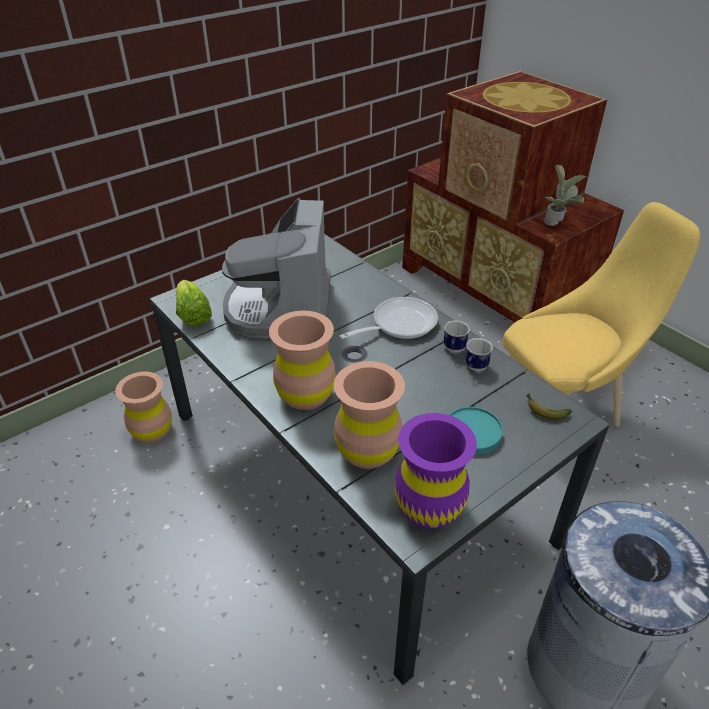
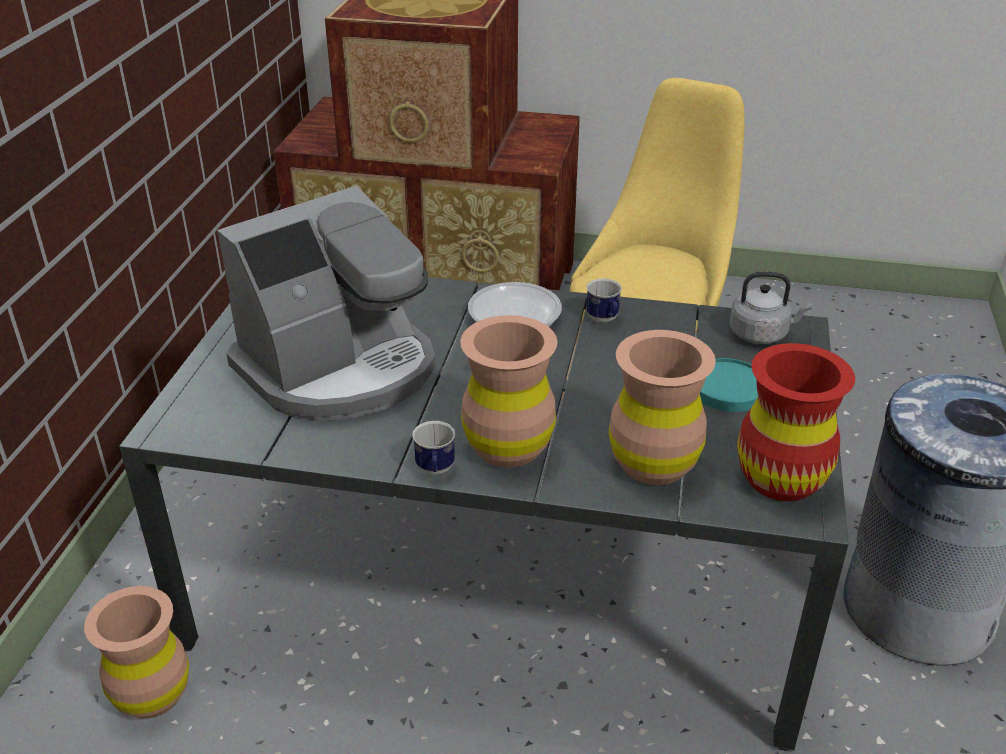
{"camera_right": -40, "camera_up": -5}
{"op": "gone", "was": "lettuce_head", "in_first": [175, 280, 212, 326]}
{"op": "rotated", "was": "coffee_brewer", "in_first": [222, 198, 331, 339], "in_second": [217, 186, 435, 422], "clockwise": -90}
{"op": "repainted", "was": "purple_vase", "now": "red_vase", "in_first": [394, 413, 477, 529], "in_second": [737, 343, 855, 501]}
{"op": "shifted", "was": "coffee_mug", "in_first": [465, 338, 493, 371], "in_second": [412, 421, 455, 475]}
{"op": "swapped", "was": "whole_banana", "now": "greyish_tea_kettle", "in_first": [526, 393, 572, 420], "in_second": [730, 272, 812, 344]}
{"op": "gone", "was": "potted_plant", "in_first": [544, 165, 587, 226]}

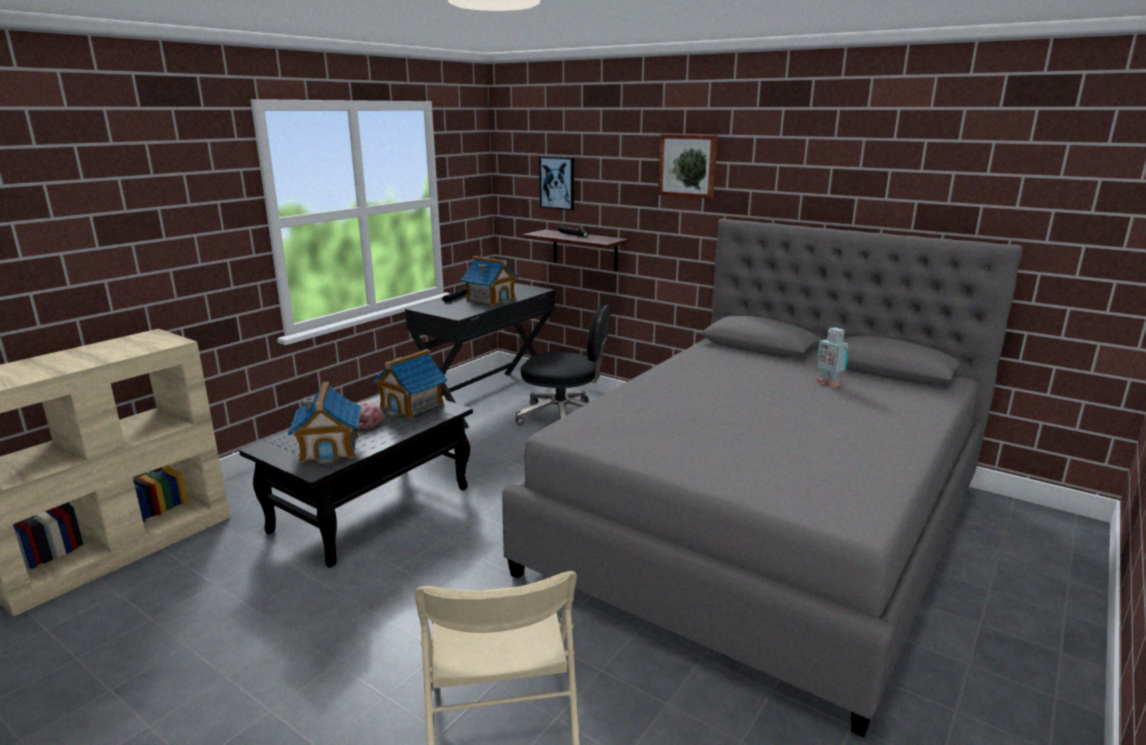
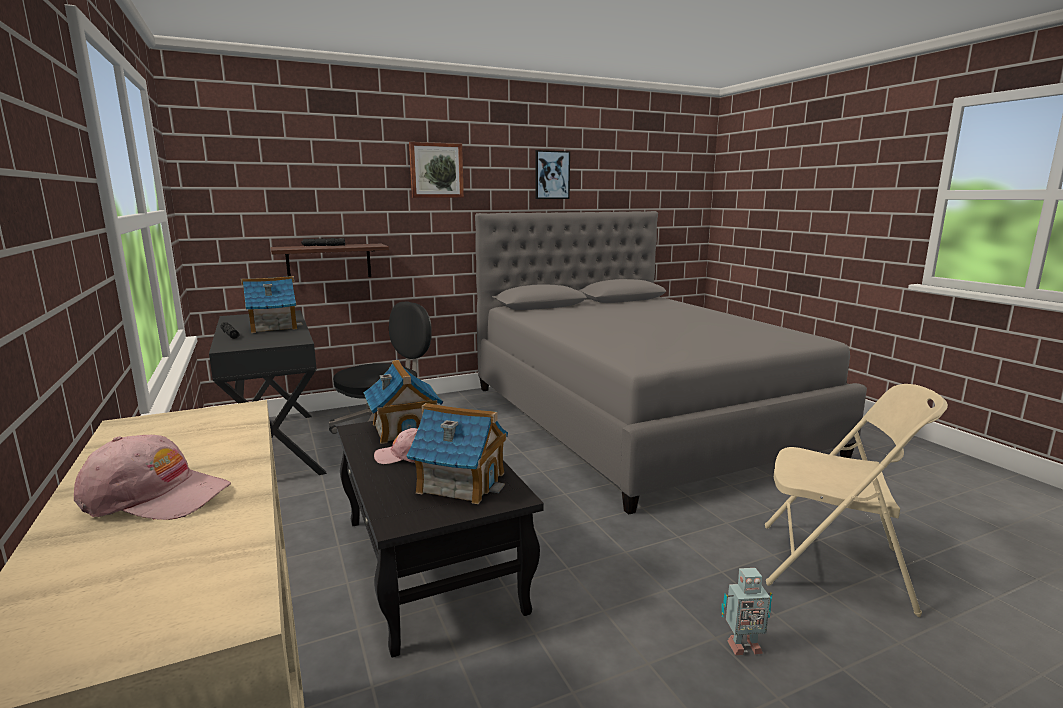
{"camera_right": -60, "camera_up": -5}
{"op": "shifted", "was": "wall_picture", "in_first": [539, 156, 574, 210], "in_second": [535, 150, 570, 199]}
{"op": "shifted", "was": "robot_figure", "in_first": [816, 327, 848, 388], "in_second": [722, 568, 773, 655]}
{"op": "new", "now": "pinkish_cap", "in_second": [74, 435, 231, 520]}

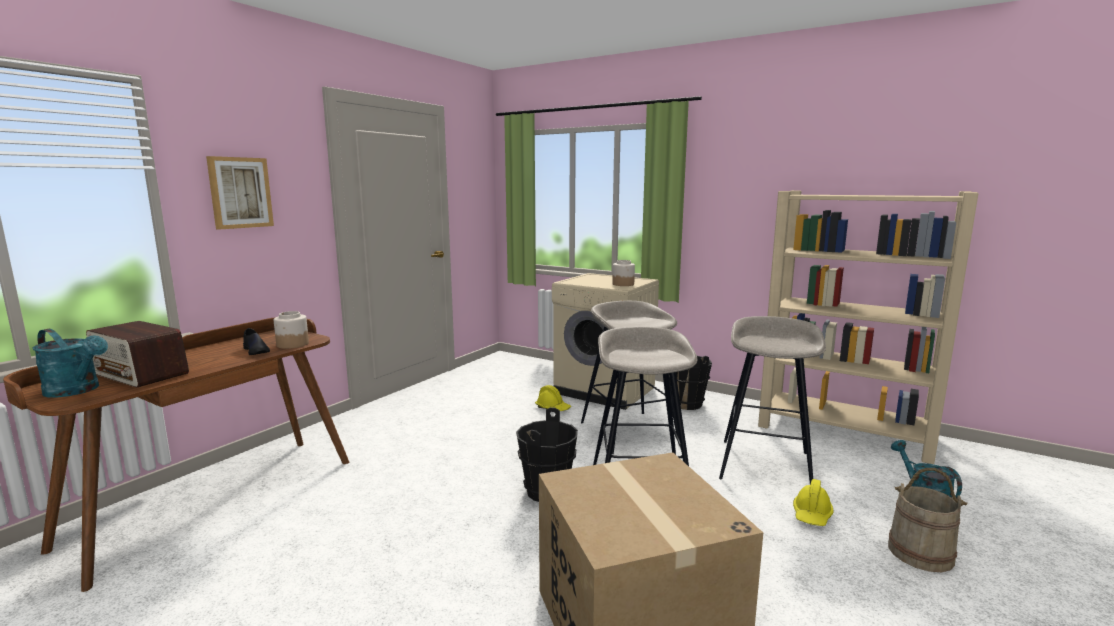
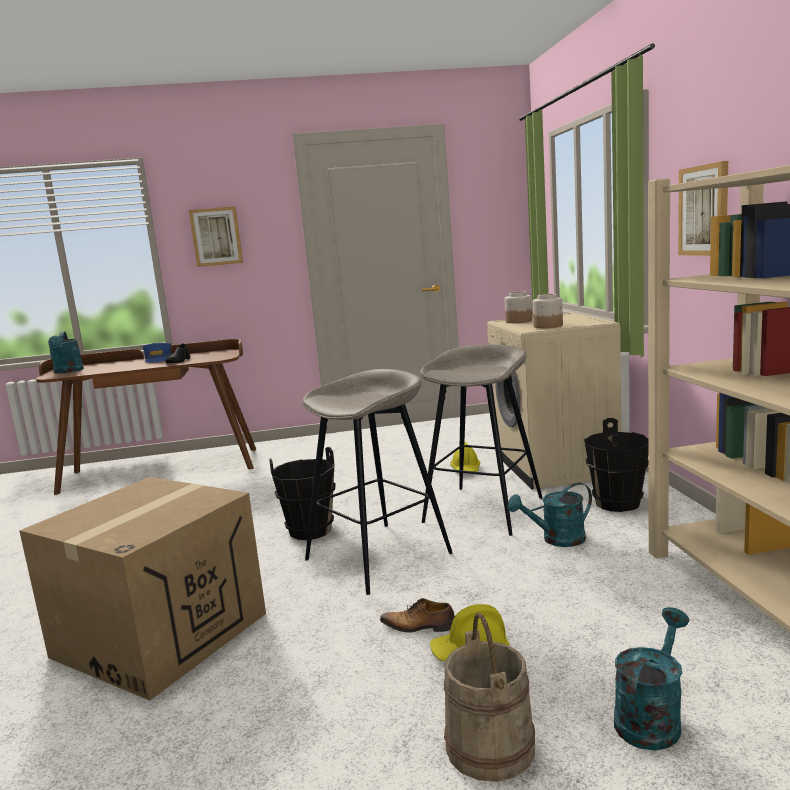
{"camera_right": 50, "camera_up": 0}
{"op": "gone", "was": "radio_receiver", "in_first": [86, 321, 189, 388]}
{"op": "shifted", "was": "preserve_jar", "in_first": [274, 311, 309, 349], "in_second": [505, 292, 532, 323]}
{"op": "gone", "was": "greyish_stool_seat", "in_first": [719, 316, 826, 485]}
{"op": "new", "now": "blue_cap", "in_second": [143, 343, 172, 363]}
{"op": "new", "now": "item_of_footwear", "in_second": [380, 598, 454, 632]}
{"op": "new", "now": "turquoise_watering_pot", "in_second": [508, 483, 592, 547]}
{"op": "new", "now": "wall_picture", "in_second": [678, 161, 728, 256]}

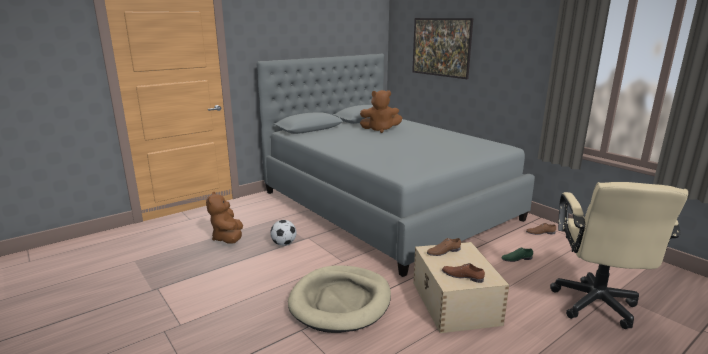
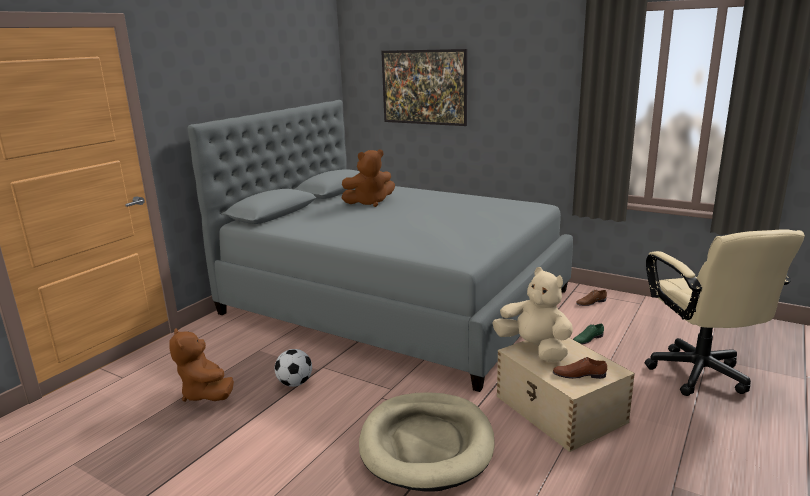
{"camera_right": -20, "camera_up": 0}
{"op": "swapped", "was": "brownish_item_of_footwear", "now": "beige_cuddly_toy", "in_first": [427, 238, 461, 256], "in_second": [492, 267, 573, 362]}

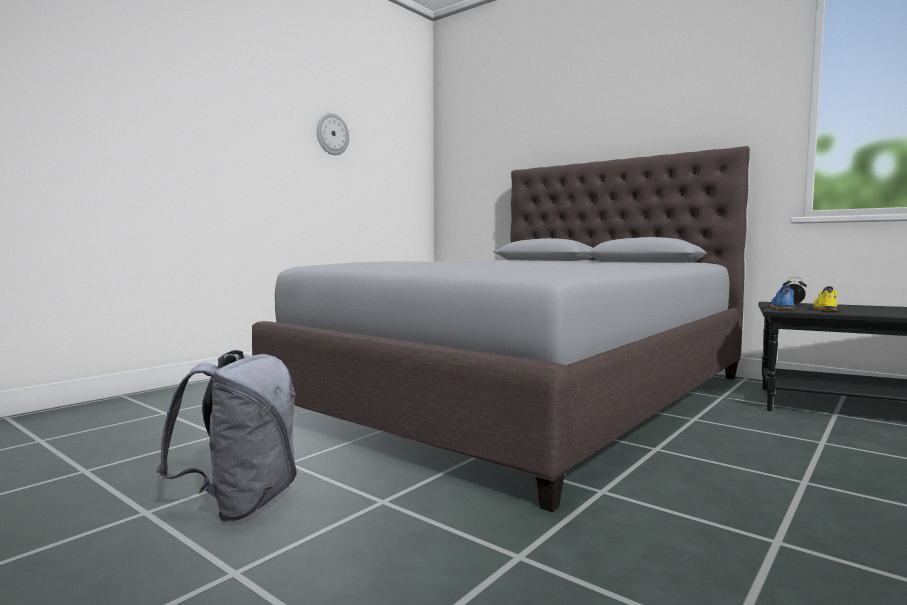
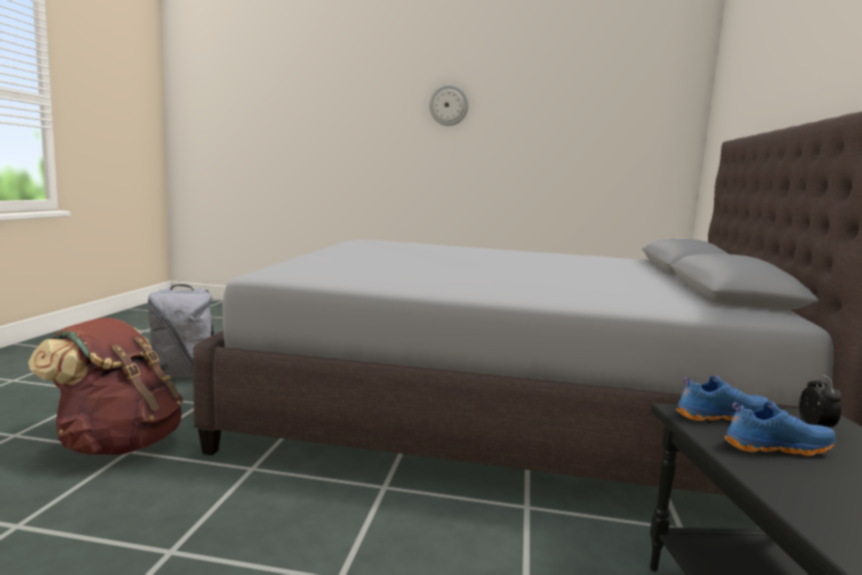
{"camera_right": 60, "camera_up": 5}
{"op": "shifted", "was": "clock_on_the_wall", "in_first": [317, 113, 349, 155], "in_second": [429, 85, 469, 126]}
{"op": "repainted", "was": "yellow-coloured_item_of_footwear", "now": "blue_item_of_footwear", "in_first": [813, 286, 838, 311], "in_second": [724, 401, 836, 456]}
{"op": "new", "now": "brownish_rucksack", "in_second": [28, 317, 183, 455]}

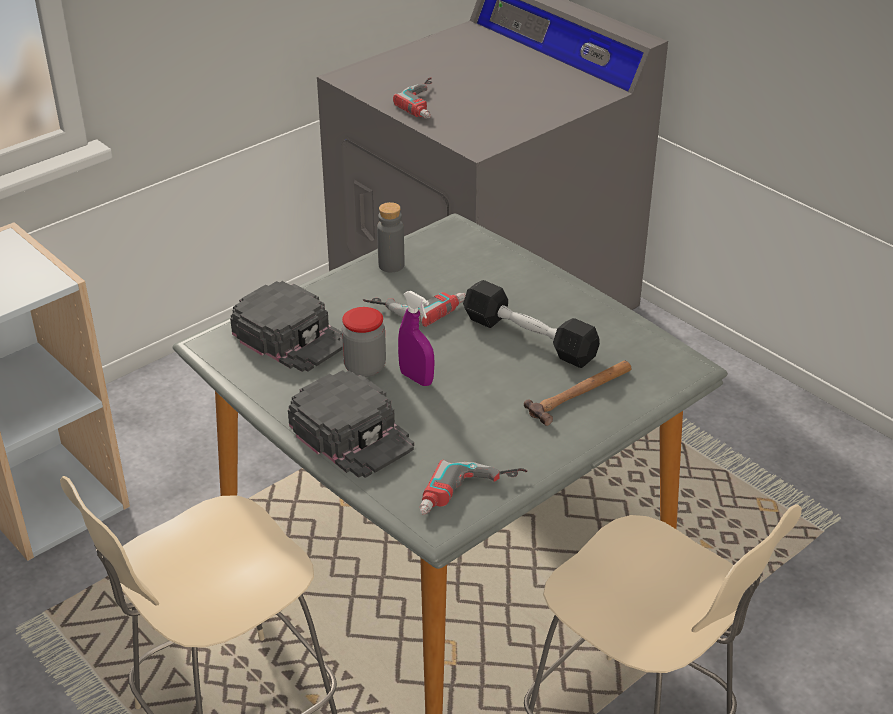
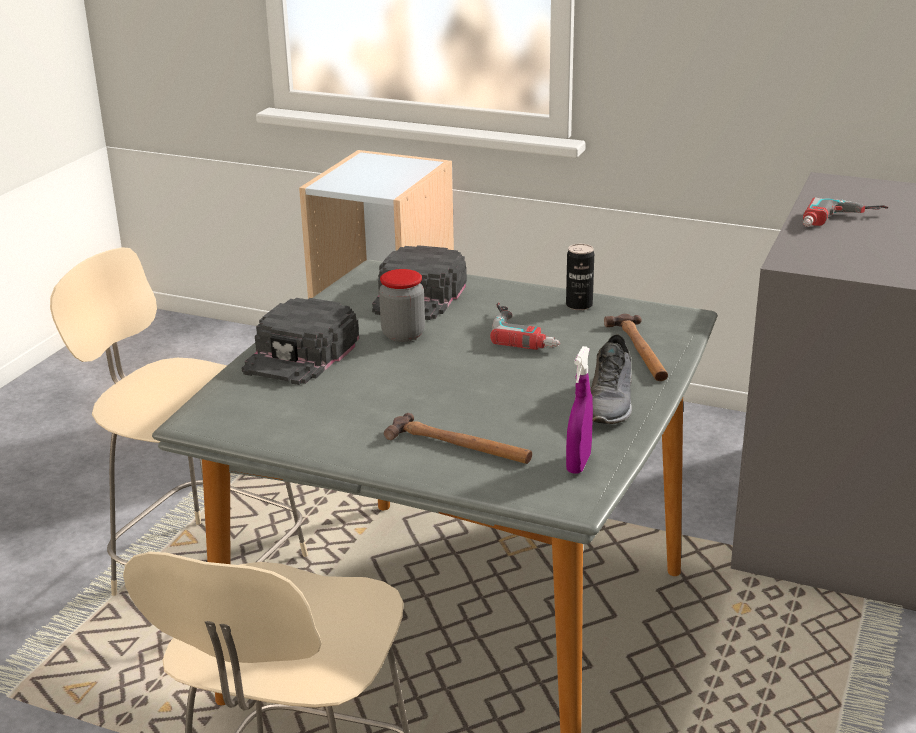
{"camera_right": 65, "camera_up": -10}
{"op": "swapped", "was": "greyish_beverage_bottle", "now": "can", "in_first": [377, 202, 404, 272], "in_second": [566, 244, 594, 310]}
{"op": "shifted", "was": "purple_hand_sprayer", "in_first": [398, 291, 434, 386], "in_second": [566, 346, 593, 474]}
{"op": "gone", "was": "electric_drill", "in_first": [419, 460, 528, 515]}
{"op": "gone", "was": "black-coloured_free_weight", "in_first": [463, 280, 600, 368]}
{"op": "new", "now": "greyish_item_of_footwear", "in_second": [590, 334, 632, 424]}
{"op": "new", "now": "hammer", "in_second": [604, 314, 668, 381]}

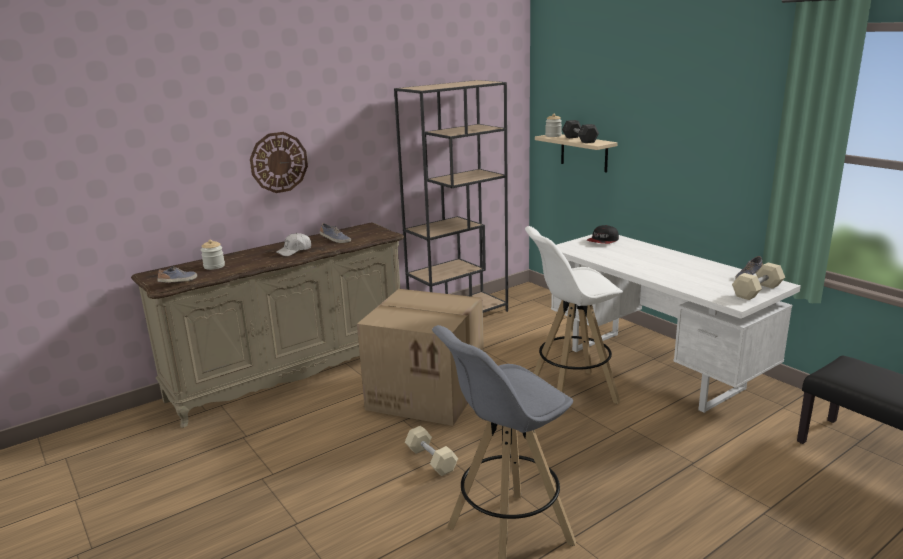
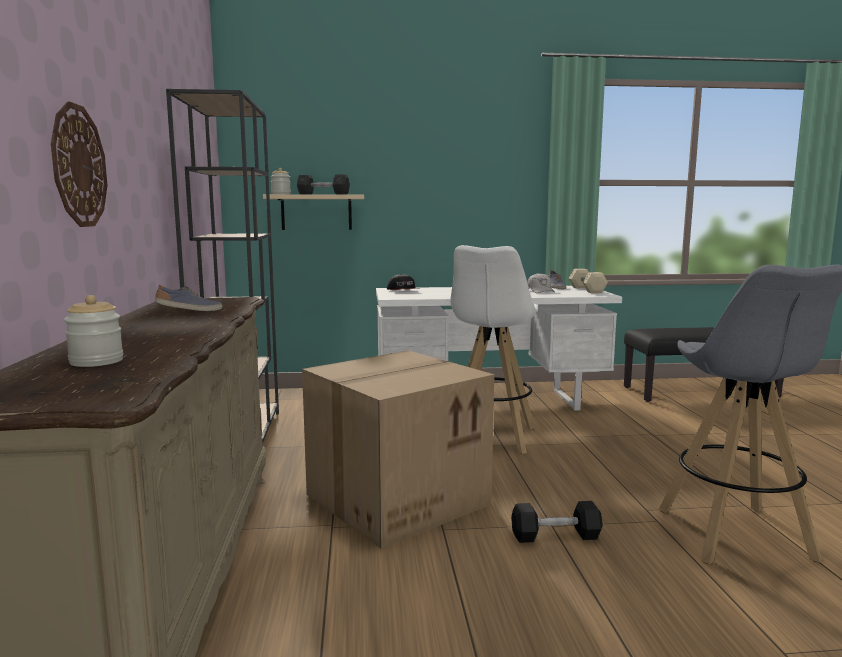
{"camera_right": -60, "camera_up": -10}
{"op": "gone", "was": "item_of_footwear", "in_first": [158, 266, 197, 283]}
{"op": "shifted", "was": "white_cap", "in_first": [276, 233, 311, 256], "in_second": [527, 273, 555, 293]}
{"op": "repainted", "was": "beige_free_weight", "now": "black-coloured_free_weight", "in_first": [405, 426, 458, 476], "in_second": [511, 501, 603, 543]}

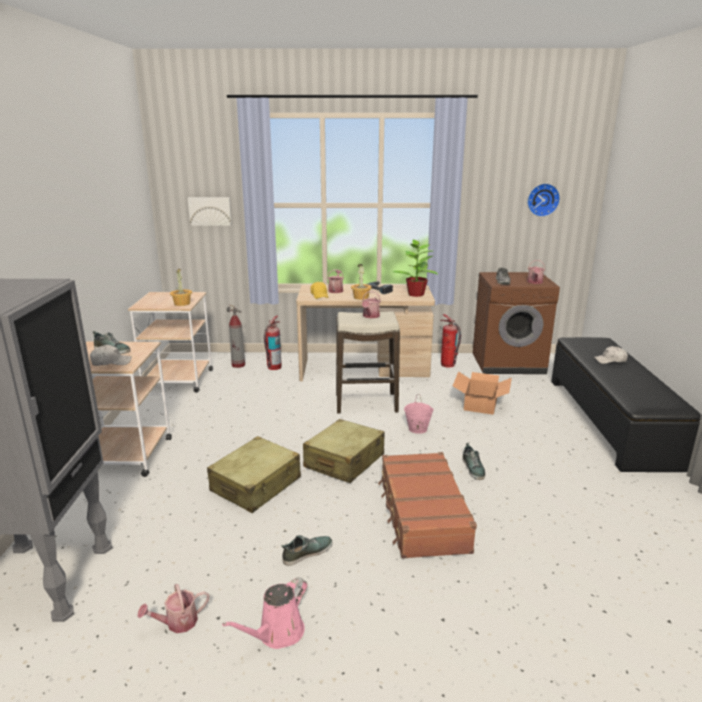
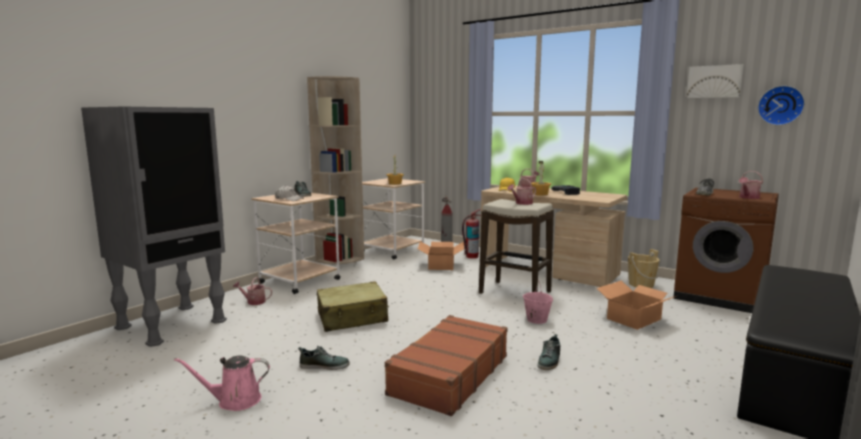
{"camera_right": 35, "camera_up": -10}
{"op": "shifted", "was": "watering_pot", "in_first": [138, 584, 209, 633], "in_second": [233, 277, 272, 305]}
{"op": "shifted", "was": "wall_picture", "in_first": [188, 197, 232, 225], "in_second": [687, 64, 744, 98]}
{"op": "gone", "was": "beige_piece_of_luggage", "in_first": [303, 419, 385, 483]}
{"op": "gone", "was": "potted_plant", "in_first": [393, 239, 438, 297]}
{"op": "swapped", "was": "extinguisher", "now": "beige_bucket", "in_first": [440, 314, 461, 368], "in_second": [628, 249, 660, 288]}
{"op": "gone", "was": "white_cap", "in_first": [594, 346, 628, 364]}
{"op": "new", "now": "beige_shelving_unit", "in_second": [307, 76, 364, 268]}
{"op": "new", "now": "cardboard_box", "in_second": [418, 241, 464, 270]}

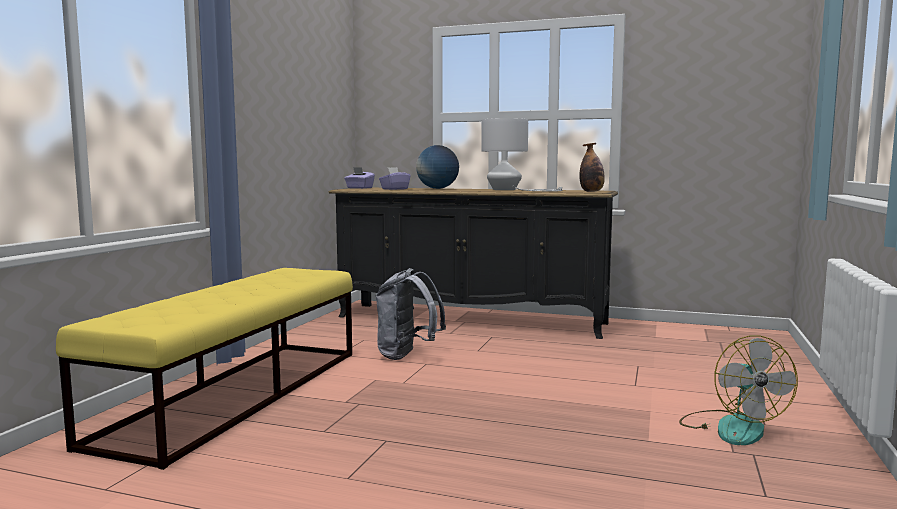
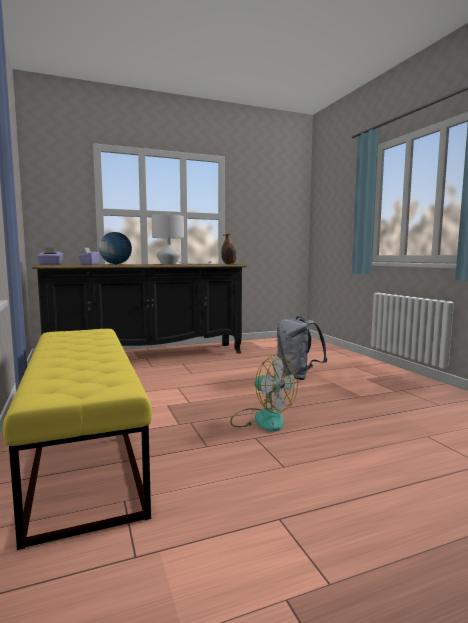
{"camera_right": -40, "camera_up": 0}
{"op": "shifted", "was": "greyish_rucksack", "in_first": [375, 268, 446, 360], "in_second": [277, 316, 327, 380]}
{"op": "shifted", "was": "fan", "in_first": [679, 335, 798, 445], "in_second": [230, 355, 298, 431]}

